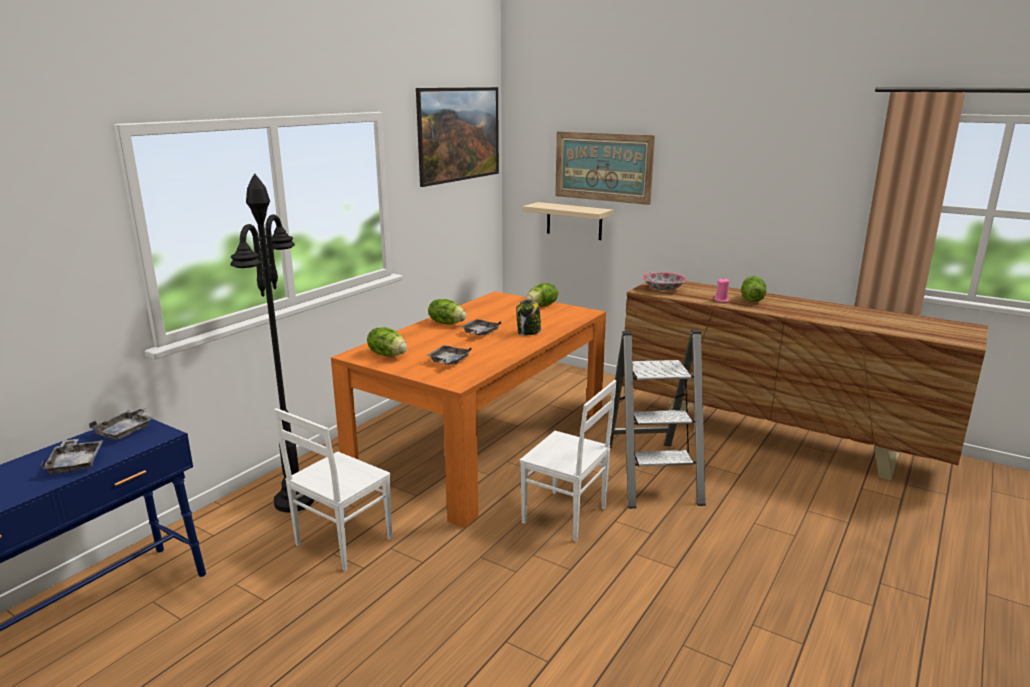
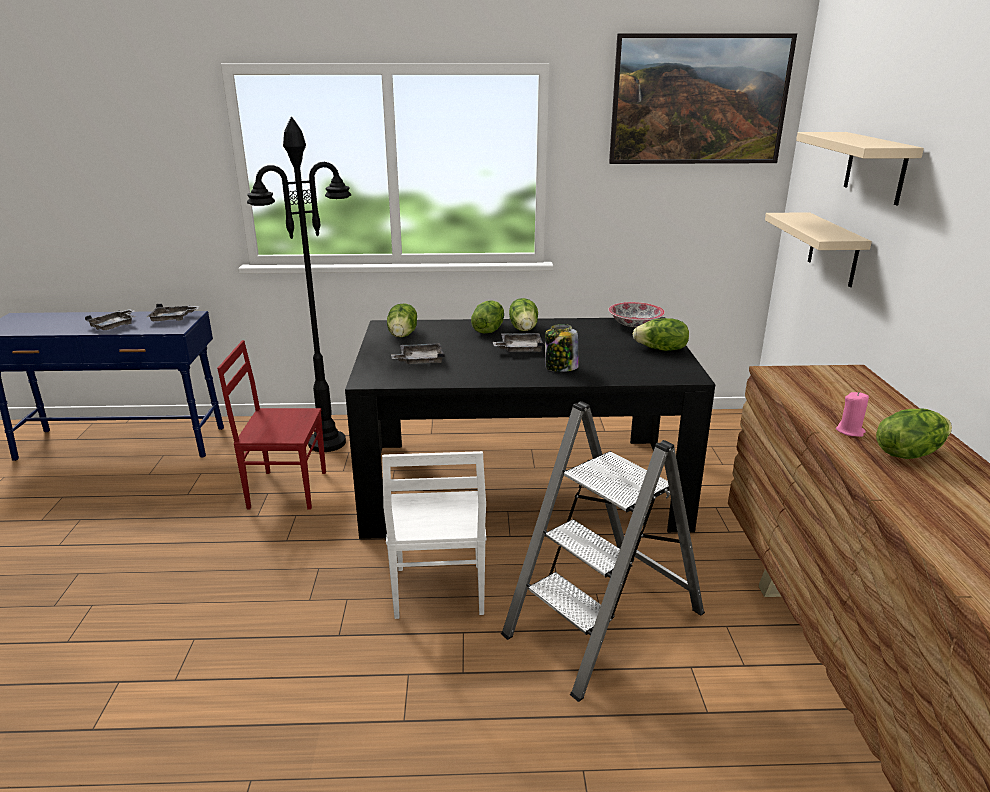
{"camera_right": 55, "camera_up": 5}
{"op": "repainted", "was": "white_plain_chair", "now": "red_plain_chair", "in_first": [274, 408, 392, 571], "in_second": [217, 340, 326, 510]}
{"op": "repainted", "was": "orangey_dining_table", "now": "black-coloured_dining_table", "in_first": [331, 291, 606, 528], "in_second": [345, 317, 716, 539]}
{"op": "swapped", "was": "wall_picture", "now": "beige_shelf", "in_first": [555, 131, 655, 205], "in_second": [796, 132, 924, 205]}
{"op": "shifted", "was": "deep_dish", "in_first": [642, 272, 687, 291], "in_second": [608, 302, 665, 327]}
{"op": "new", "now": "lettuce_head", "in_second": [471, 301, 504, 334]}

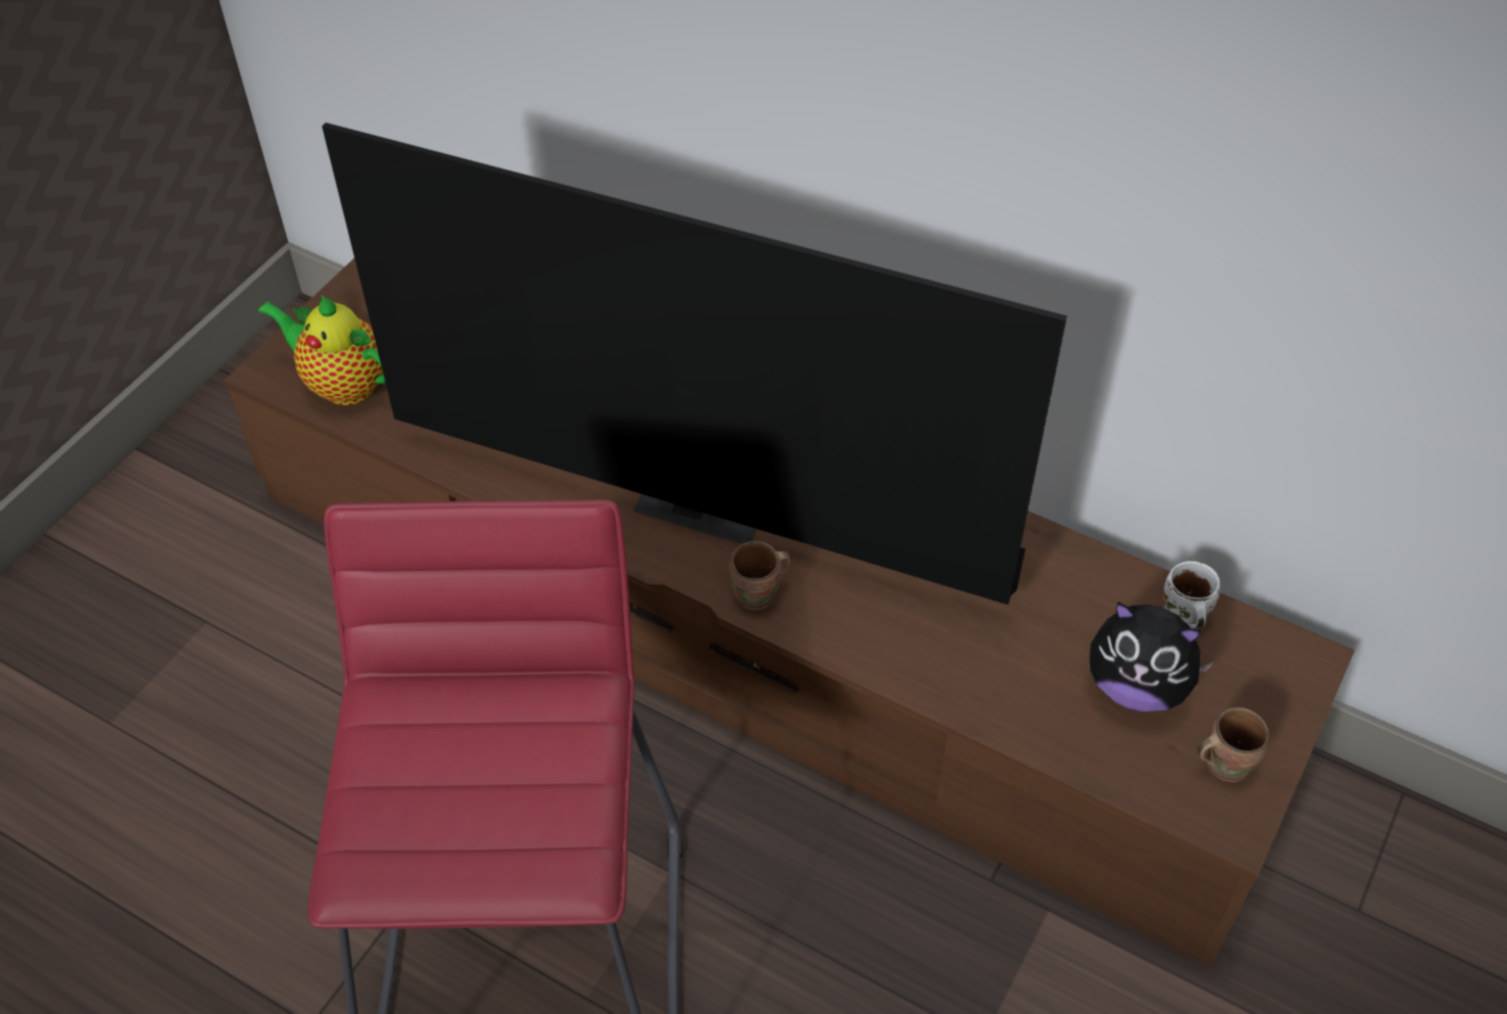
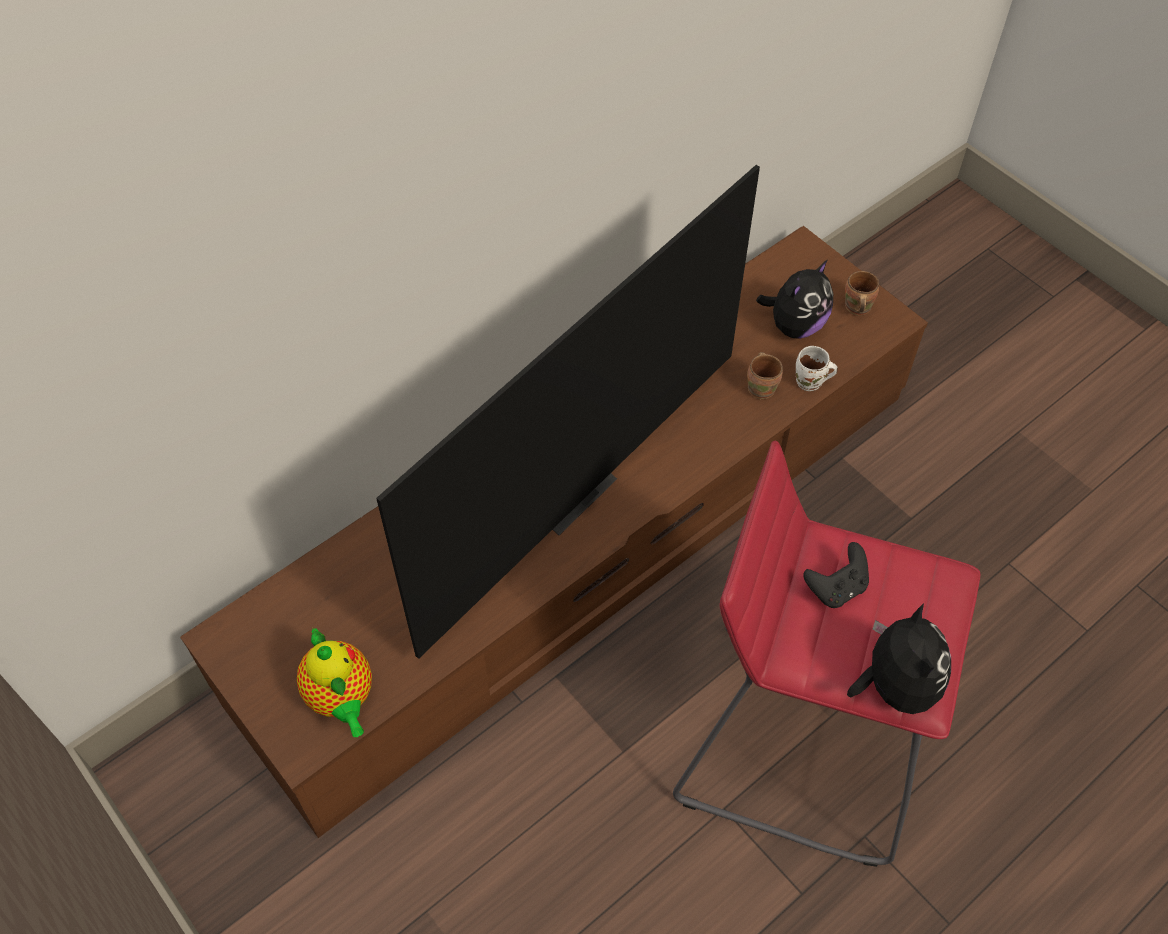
{"camera_right": -70, "camera_up": 5}
{"op": "rotated", "was": "tea_pot", "in_first": [258, 295, 385, 405], "in_second": [296, 628, 372, 737], "clockwise": -75}
{"op": "shifted", "was": "brownish_coffee_mug", "in_first": [729, 541, 791, 610], "in_second": [747, 352, 783, 399]}
{"op": "shifted", "was": "white_coffee_mug", "in_first": [1164, 561, 1220, 629], "in_second": [796, 346, 838, 391]}
{"op": "new", "now": "black-coloured_game_controller", "in_second": [803, 542, 869, 608]}
{"op": "new", "now": "cuddly_toy", "in_second": [847, 603, 951, 714]}

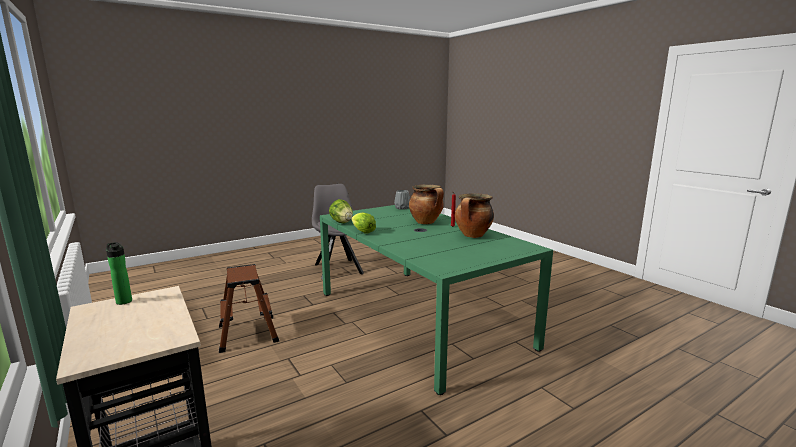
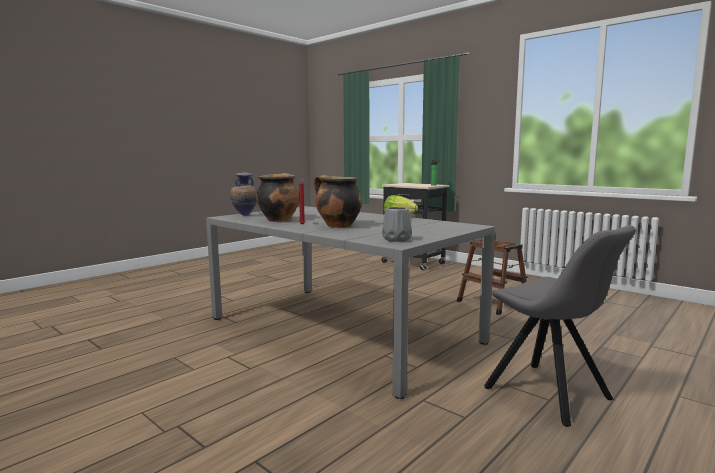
{"camera_right": 165, "camera_up": -5}
{"op": "repainted", "was": "greenish_dining_table", "now": "greyish_dining_table", "in_first": [320, 205, 553, 395], "in_second": [206, 206, 495, 399]}
{"op": "gone", "was": "lettuce_head", "in_first": [329, 199, 353, 223]}
{"op": "new", "now": "vase", "in_second": [230, 173, 257, 216]}

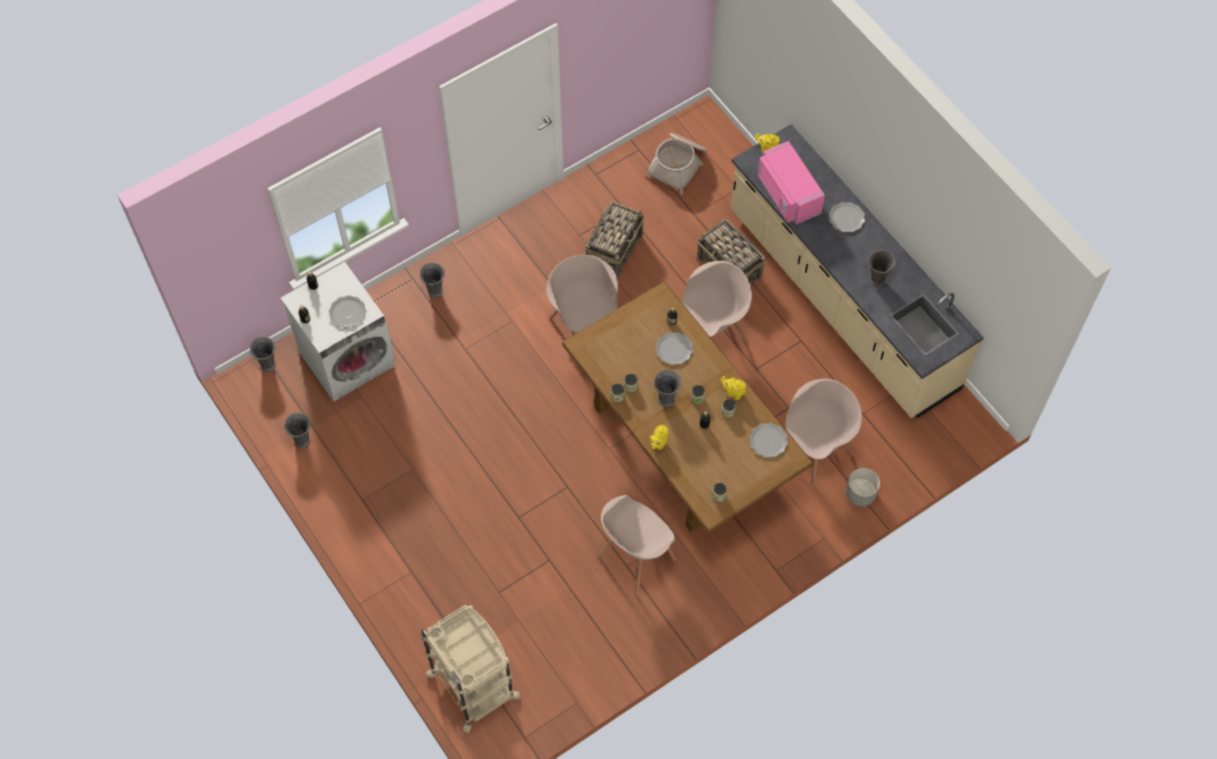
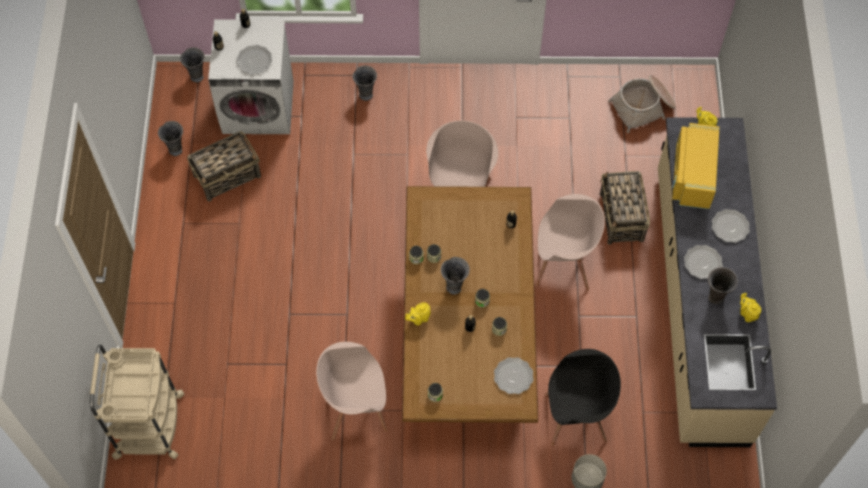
{"camera_right": 35, "camera_up": 0}
{"op": "shifted", "was": "basket", "in_first": [585, 201, 644, 279], "in_second": [187, 131, 261, 201]}
{"op": "shifted", "was": "flat_dish", "in_first": [656, 332, 693, 365], "in_second": [684, 245, 723, 279]}
{"op": "shifted", "was": "yellow-coloured_tea_pot", "in_first": [721, 376, 746, 400], "in_second": [740, 293, 761, 322]}
{"op": "repainted", "was": "pinkish_microwave_oven", "now": "yellow-coloured_microwave_oven", "in_first": [758, 141, 825, 225], "in_second": [672, 123, 720, 209]}
{"op": "repainted", "was": "beige_plain_chair", "now": "black-coloured_plain_chair", "in_first": [786, 379, 862, 485], "in_second": [545, 349, 621, 446]}

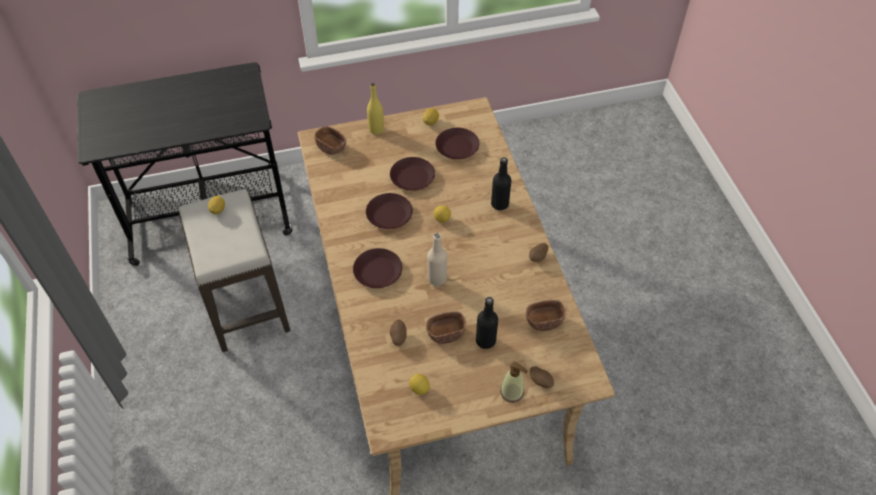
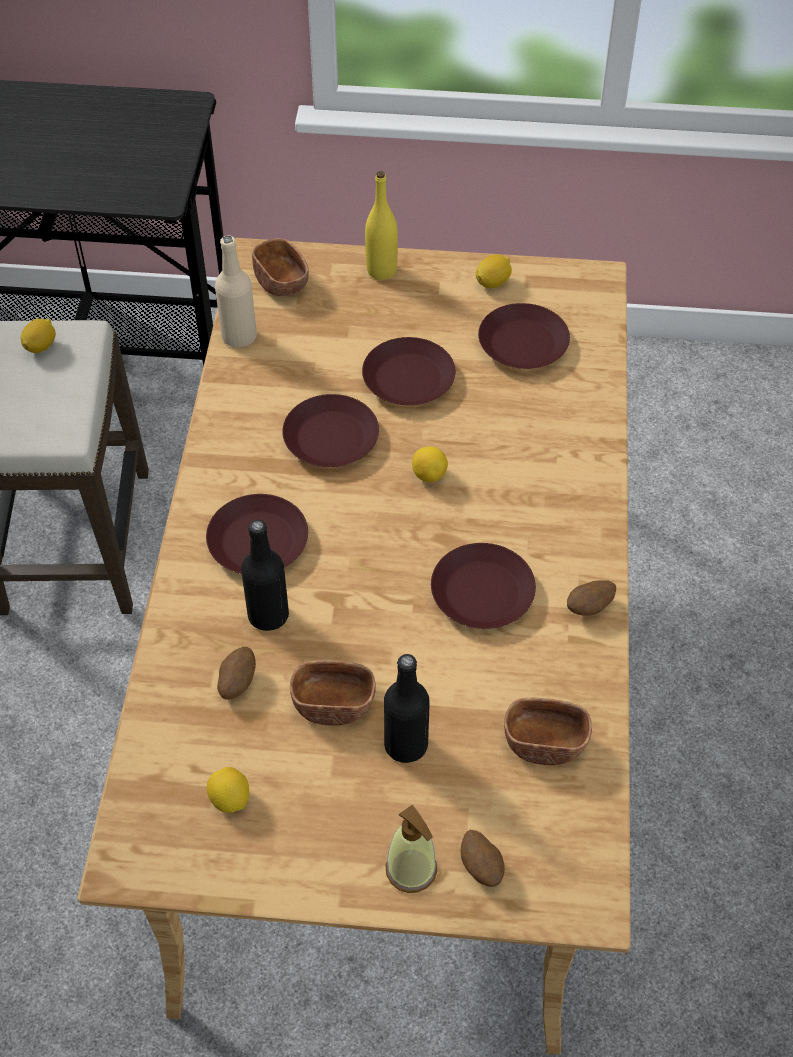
{"camera_right": 20, "camera_up": 0}
{"op": "shifted", "was": "beige_beverage_bottle", "in_first": [427, 233, 447, 286], "in_second": [215, 235, 257, 348]}
{"op": "shifted", "was": "black-coloured_beverage_bottle", "in_first": [491, 157, 511, 210], "in_second": [241, 520, 289, 631]}
{"op": "new", "now": "brownish_flat_dish", "in_second": [431, 543, 536, 629]}

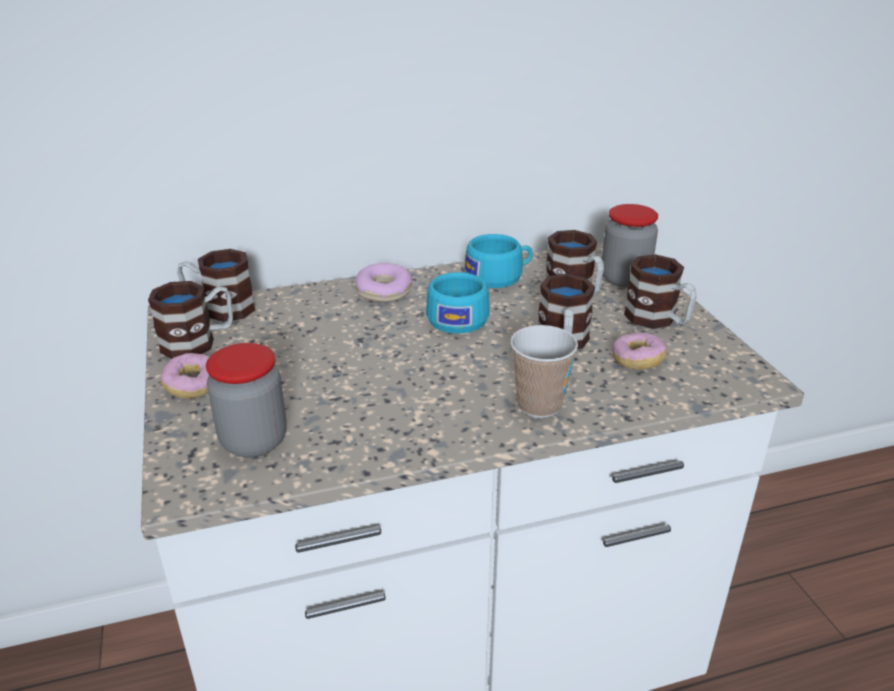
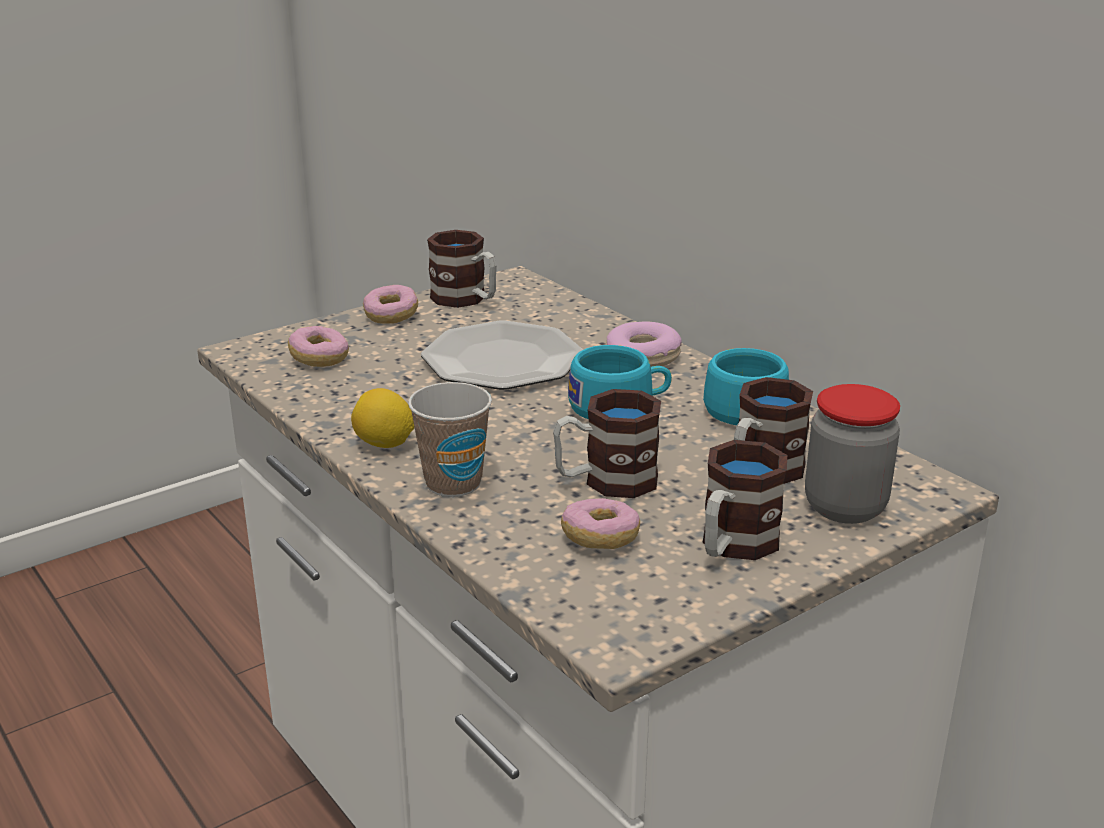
{"camera_right": 70, "camera_up": -5}
{"op": "gone", "was": "coffee_mug", "in_first": [177, 249, 255, 322]}
{"op": "swapped", "was": "preserve_jar", "now": "ring_doughnut", "in_first": [206, 343, 287, 458], "in_second": [288, 326, 349, 367]}
{"op": "new", "now": "whole_lemon", "in_second": [351, 388, 414, 448]}
{"op": "new", "now": "flat_dish", "in_second": [421, 320, 583, 390]}

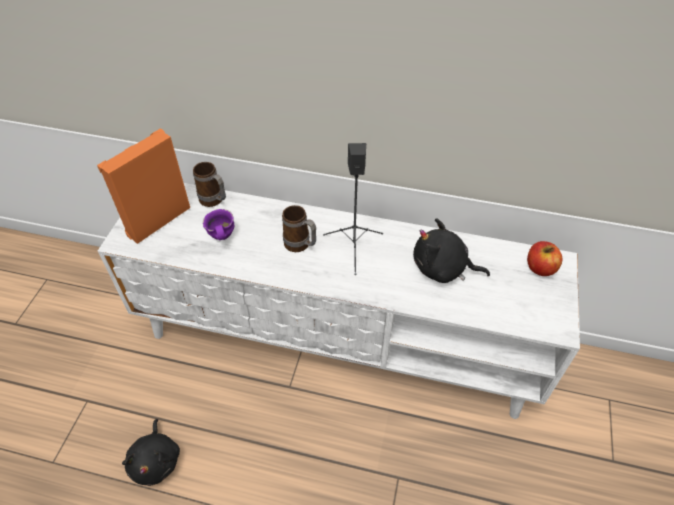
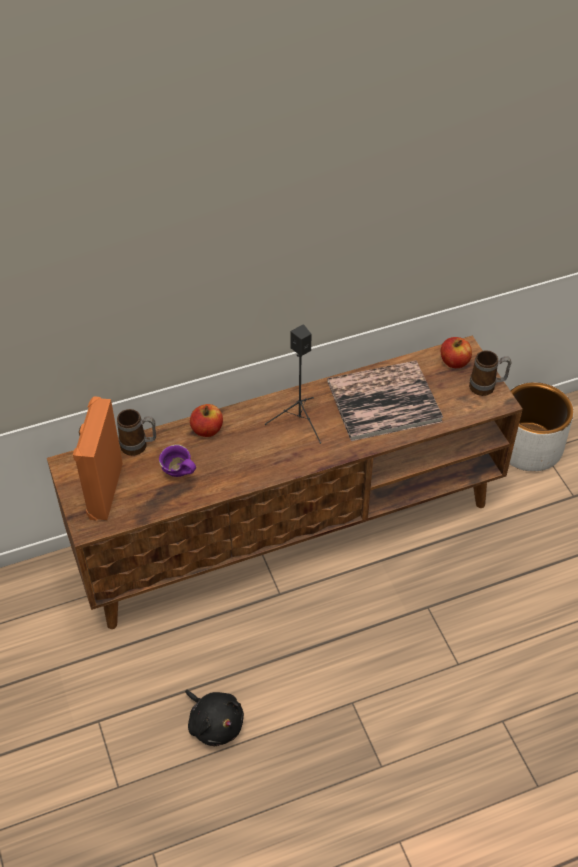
{"camera_right": -35, "camera_up": 0}
{"op": "repainted", "was": "white_tv_unit", "now": "brownish_tv_unit", "in_first": [98, 183, 580, 419], "in_second": [47, 336, 523, 629]}
{"op": "shifted", "was": "coffee_mug", "in_first": [282, 205, 316, 252], "in_second": [469, 350, 512, 396]}
{"op": "swapped", "was": "black-coloured_cuddly_toy", "now": "book", "in_first": [413, 218, 490, 283], "in_second": [327, 360, 443, 441]}
{"op": "new", "now": "apple_fruit", "in_second": [190, 404, 223, 437]}
{"op": "new", "now": "white_plant_pot", "in_second": [510, 382, 574, 471]}

